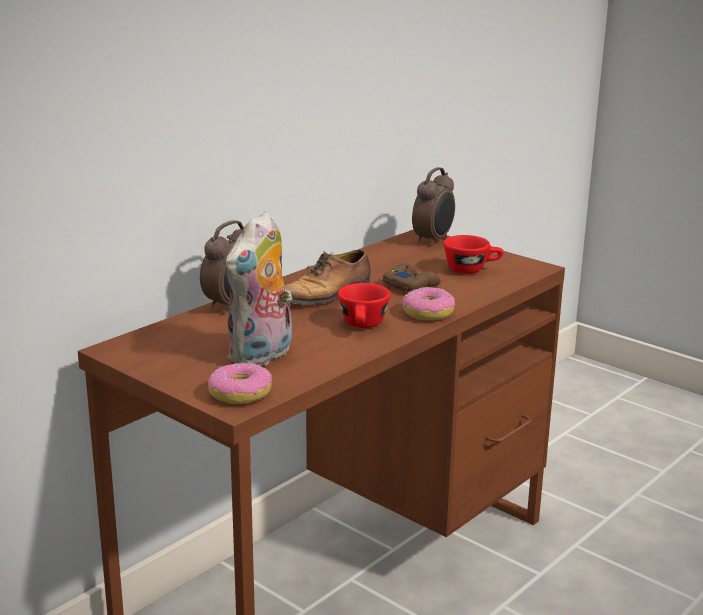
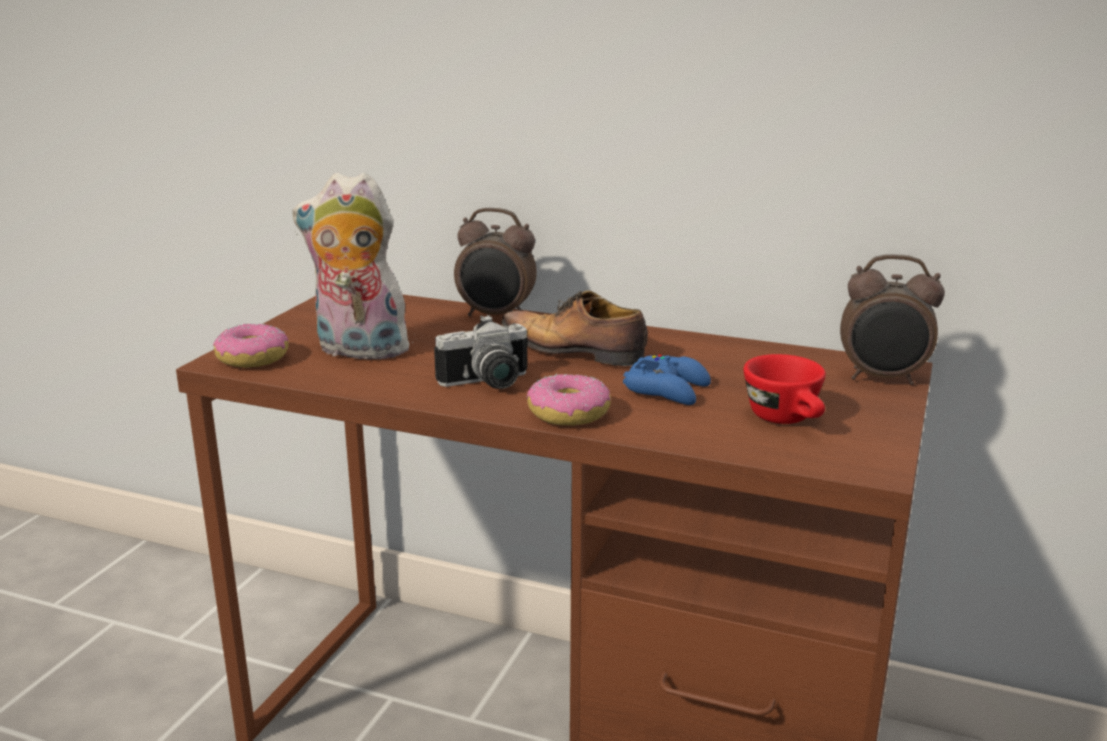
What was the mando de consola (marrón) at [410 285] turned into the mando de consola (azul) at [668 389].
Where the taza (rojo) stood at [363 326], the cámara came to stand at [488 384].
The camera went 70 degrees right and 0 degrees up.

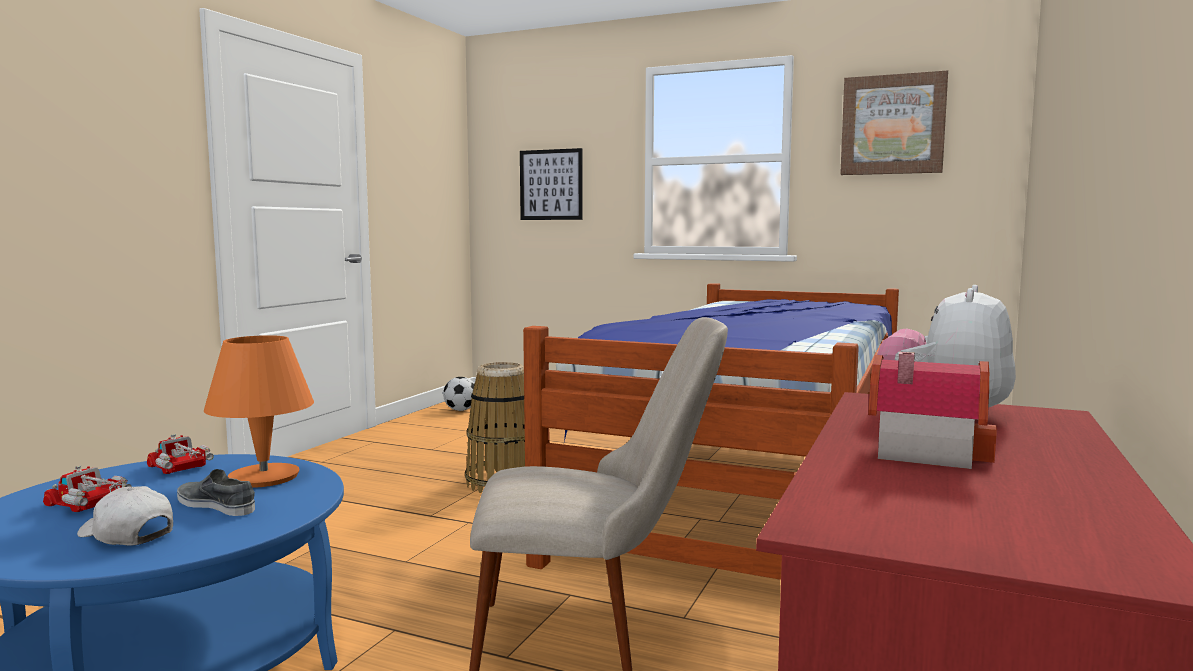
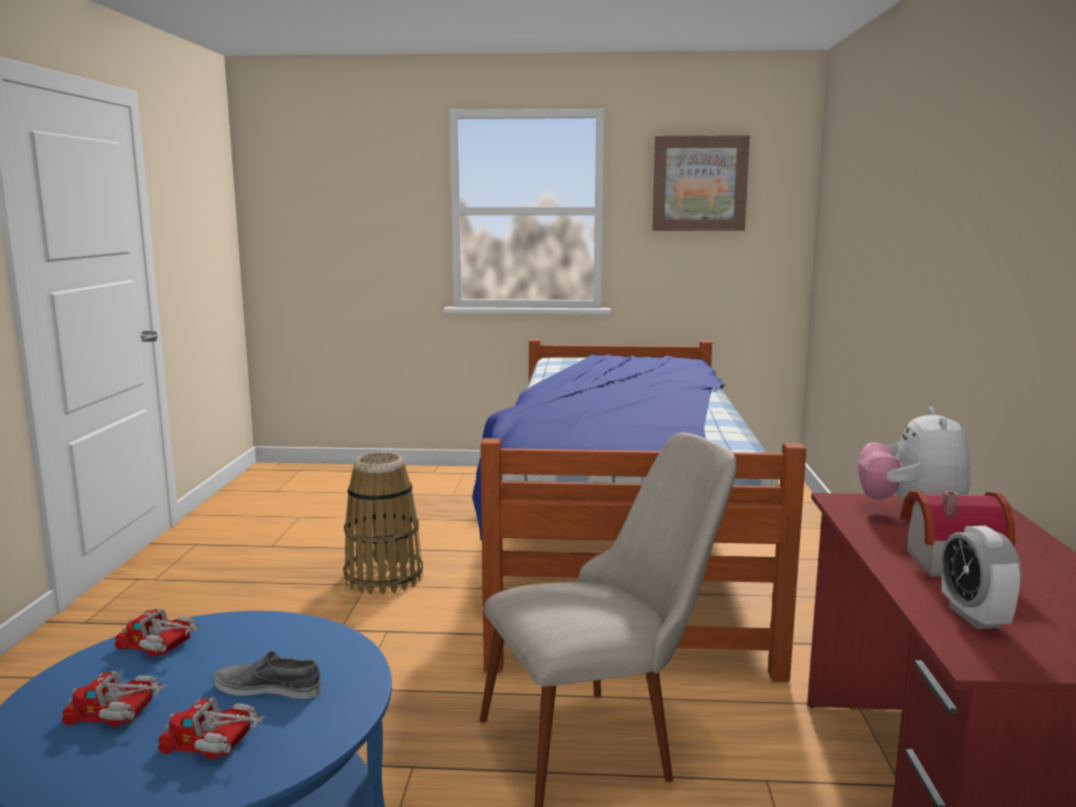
The second view lost the cuadro at [551 185].
The second view lost the lámpara de mesa (naranja) at [263 477].
The second view lost the balón de fútbol at [460 410].
Where the gorra (blanco) stood at [127 534], the camión de juguete came to stand at [217 743].
The second view gained the despertador at [974 617].
The camera went 20 degrees left and 5 degrees up.

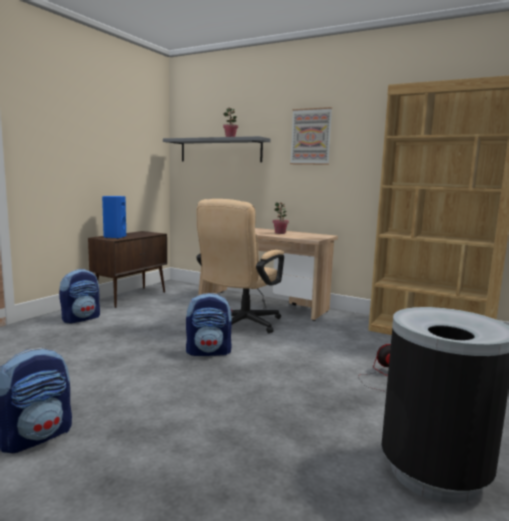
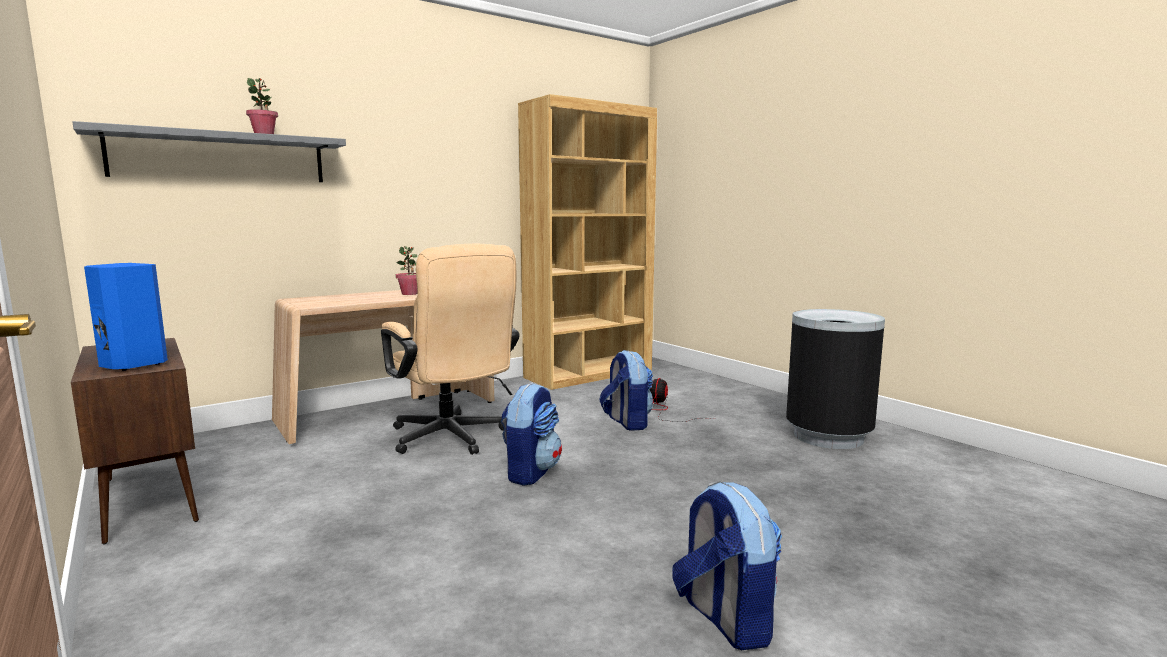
The second view lost the cuadro at [311 136].
The mochila ended up elsewhere, having gone from [81 318] to [626 422].
The camera went 65 degrees left and 0 degrees up.

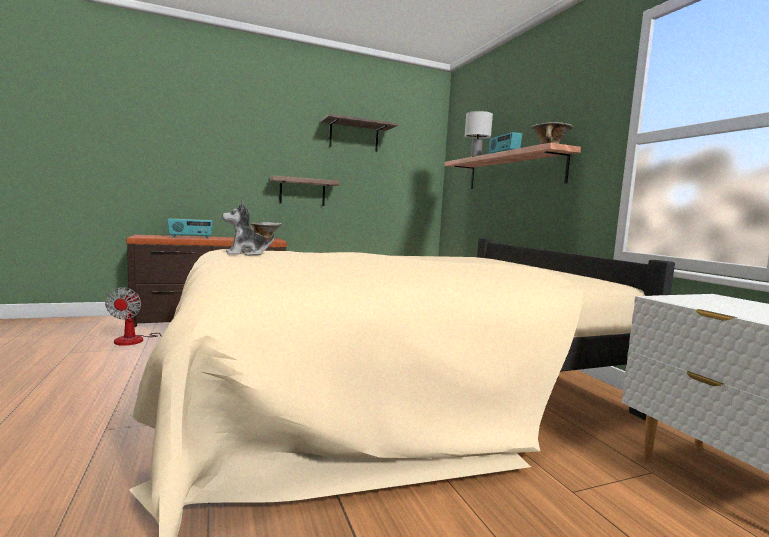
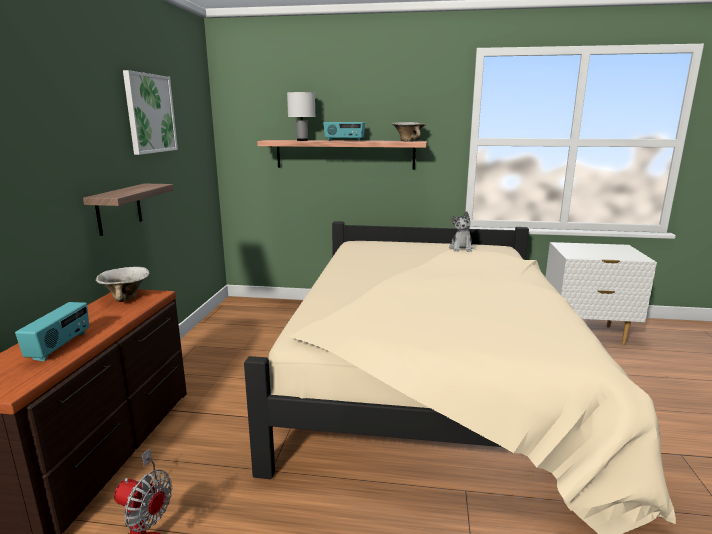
Where the estante hung at [354 136], the cuadro came to hang at [150 113].
The peluche ended up elsewhere, having gone from [246 254] to [461 248].
The camera went 60 degrees left and 10 degrees up.

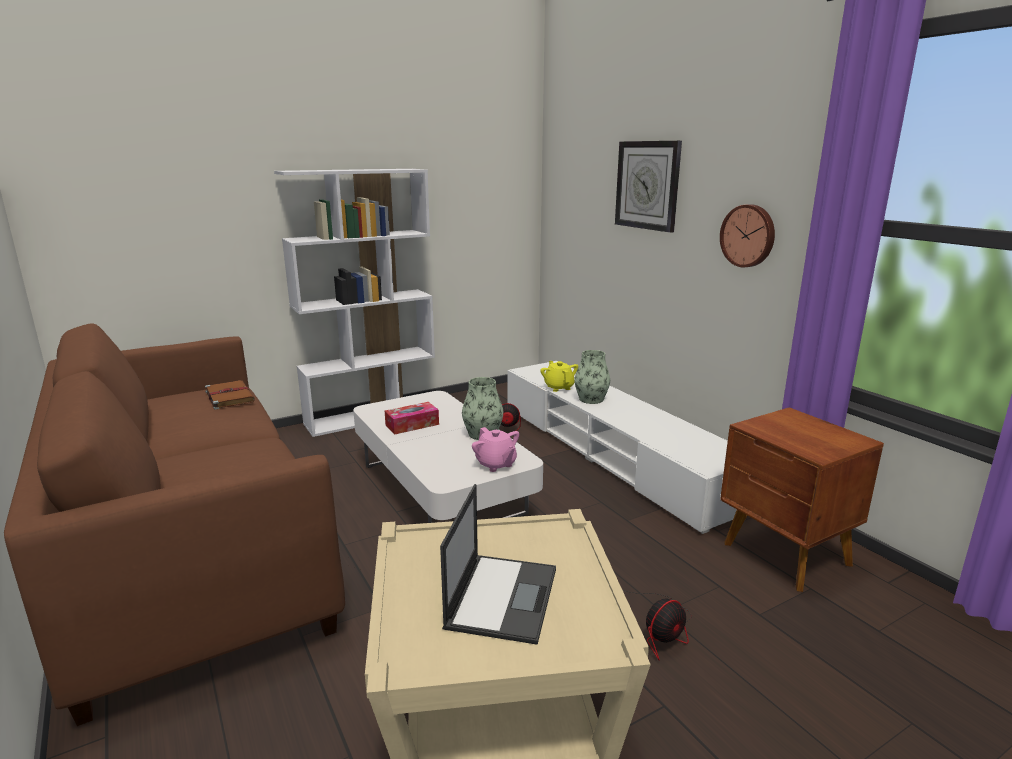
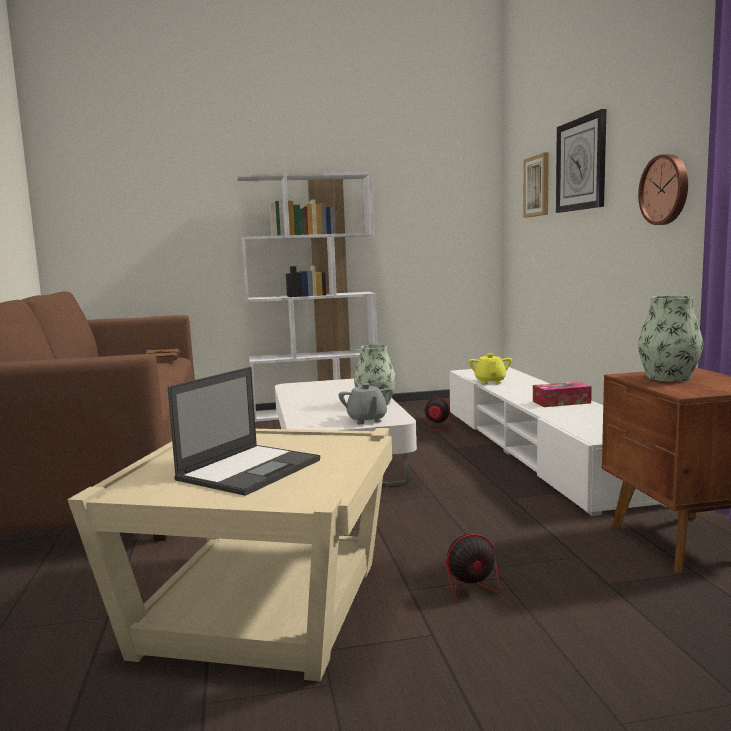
The florero ended up elsewhere, having gone from [591 399] to [668 377].
The caja de pañuelos ended up elsewhere, having gone from [412 425] to [561 402].
What was the tetera (rosa) at [496 464] turned into the tetera (gris) at [367 420].
The second view gained the cuadro at [537 186].
The camera went 20 degrees right and 10 degrees down.

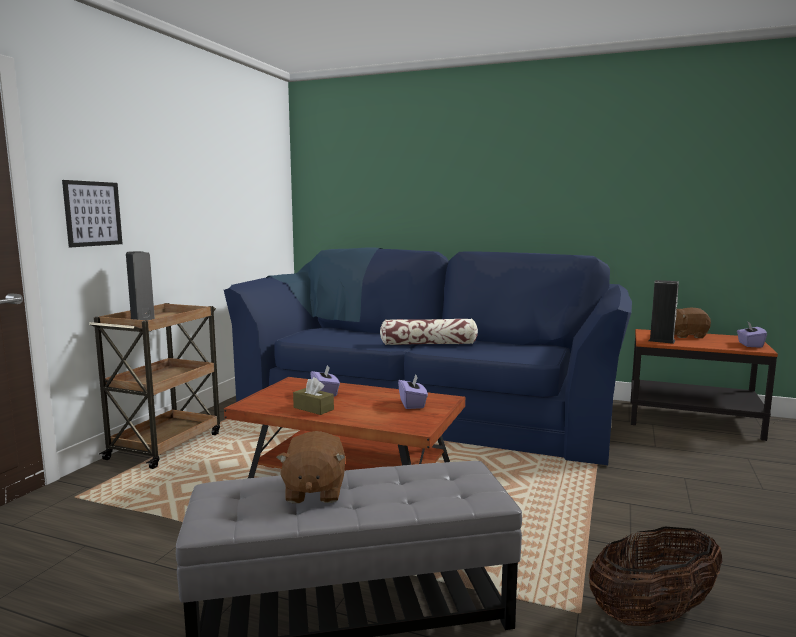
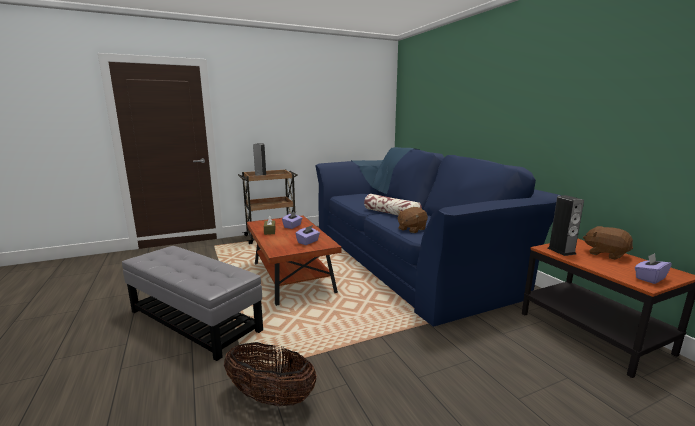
The second view lost the cuadro at [93 213].
The peluche (marrón) ended up elsewhere, having gone from [314 491] to [411 229].
The camera went 45 degrees right and 5 degrees up.

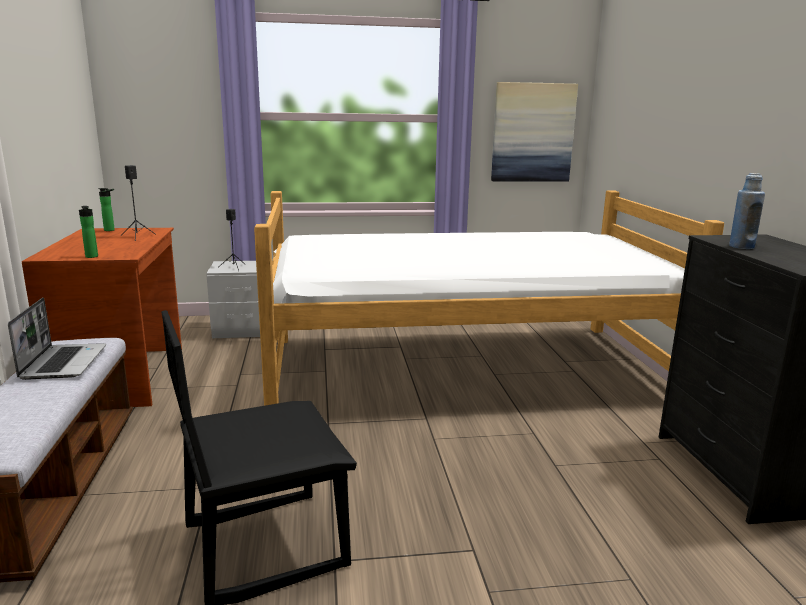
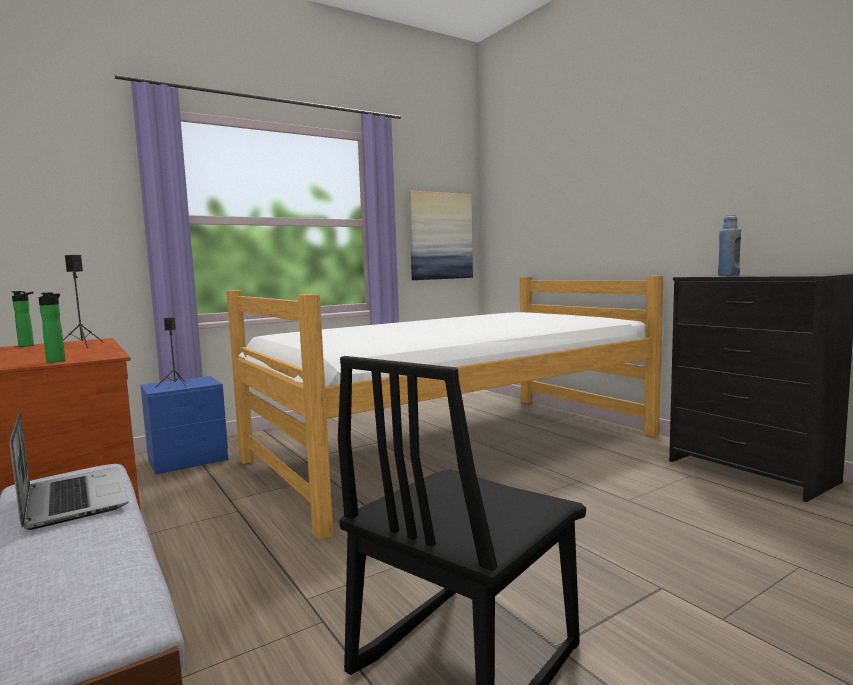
What was the mesita de noche (gris) at [244 330] turned into the mesita de noche (azul) at [188 460].
The camera went 25 degrees left and 10 degrees down.

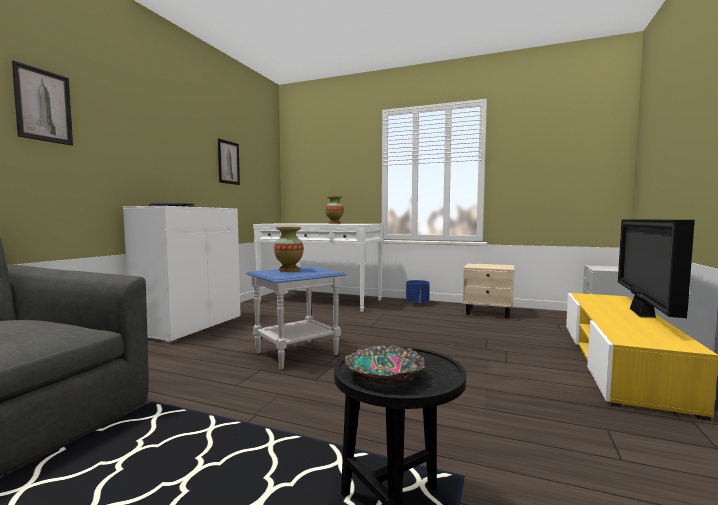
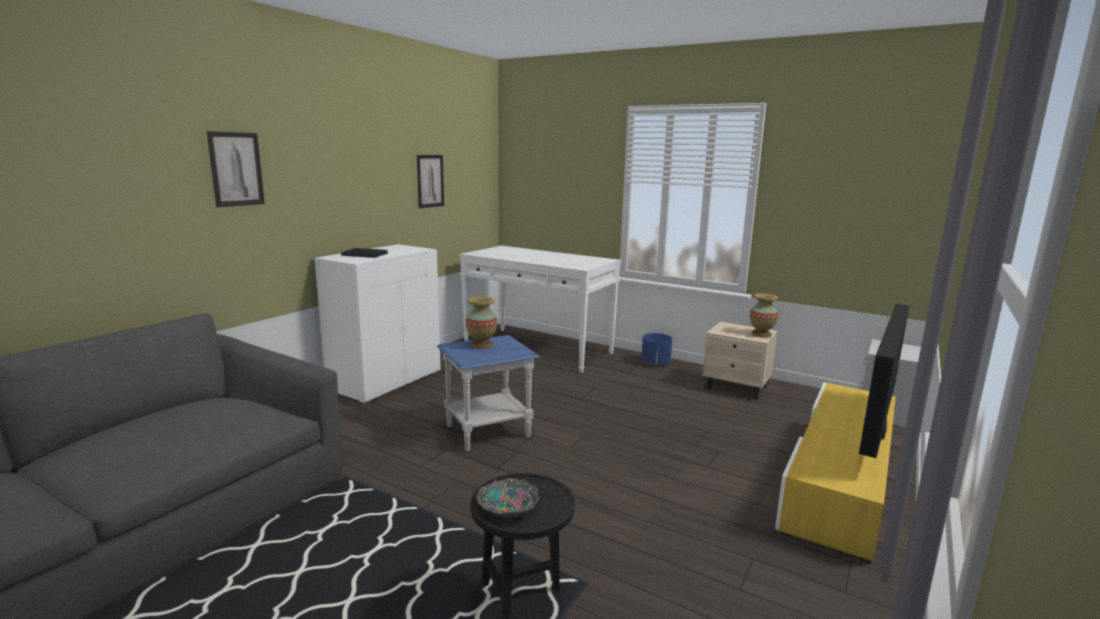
The florero ended up elsewhere, having gone from [334 223] to [761 334].
The camera went 10 degrees right and 10 degrees up.

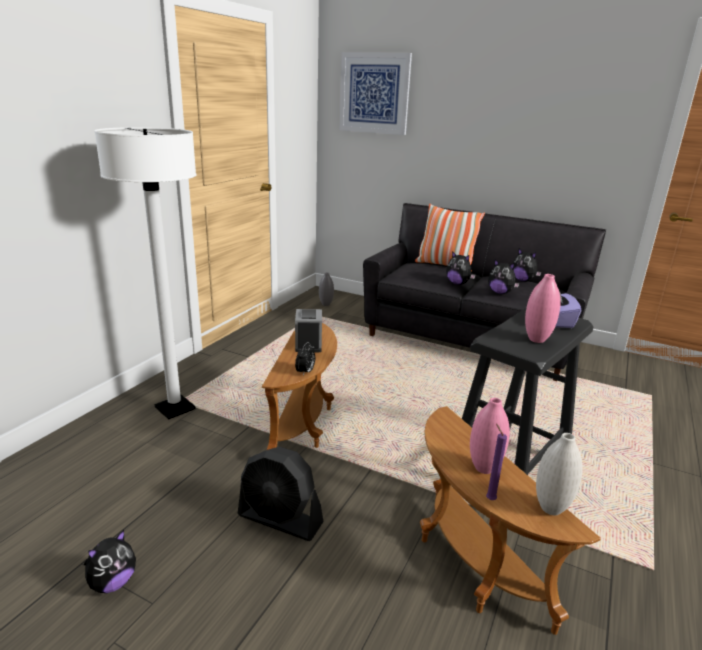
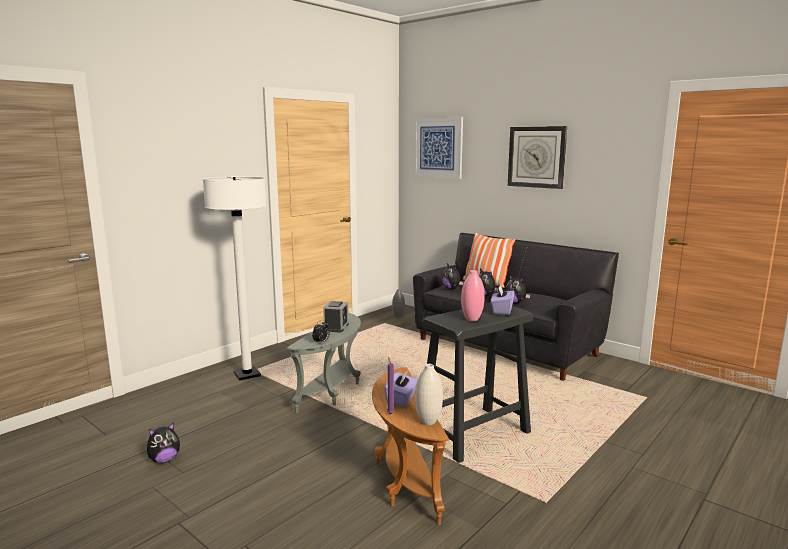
The peluche ended up elsewhere, having gone from [523 280] to [452 289].
What was the mesa auxiliar (marrón) at [304 425] turned into the mesa auxiliar (gris) at [333 392].
Where the florero (rosa) stood at [484 468], the caja de pañuelos (morado) came to stand at [401 399].
The second view lost the ventilador (negro) at [280 519].
The second view gained the reloj de pared at [537 157].
The camera went 15 degrees right and 10 degrees down.

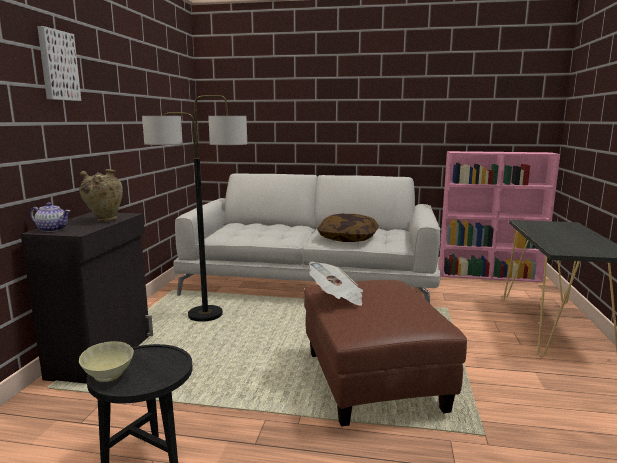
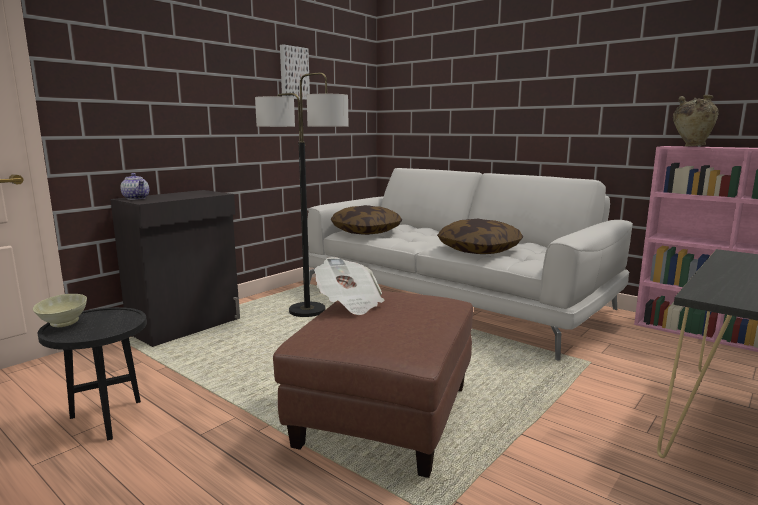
The cuadro ended up elsewhere, having gone from [57 65] to [293 73].
The florero (beis) ended up elsewhere, having gone from [104 220] to [691 146].
The second view gained the cojín at [366 231].
The camera went 30 degrees right and 0 degrees up.

